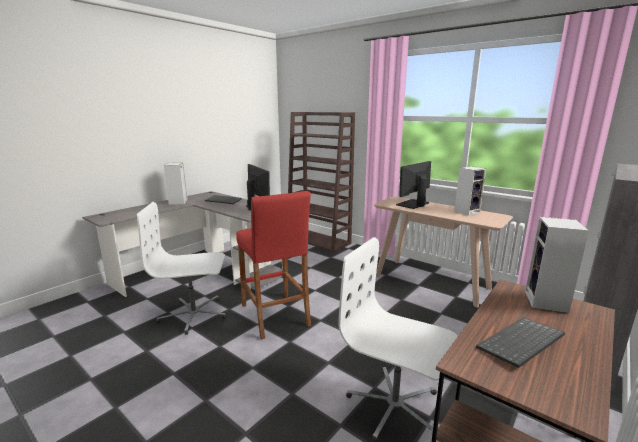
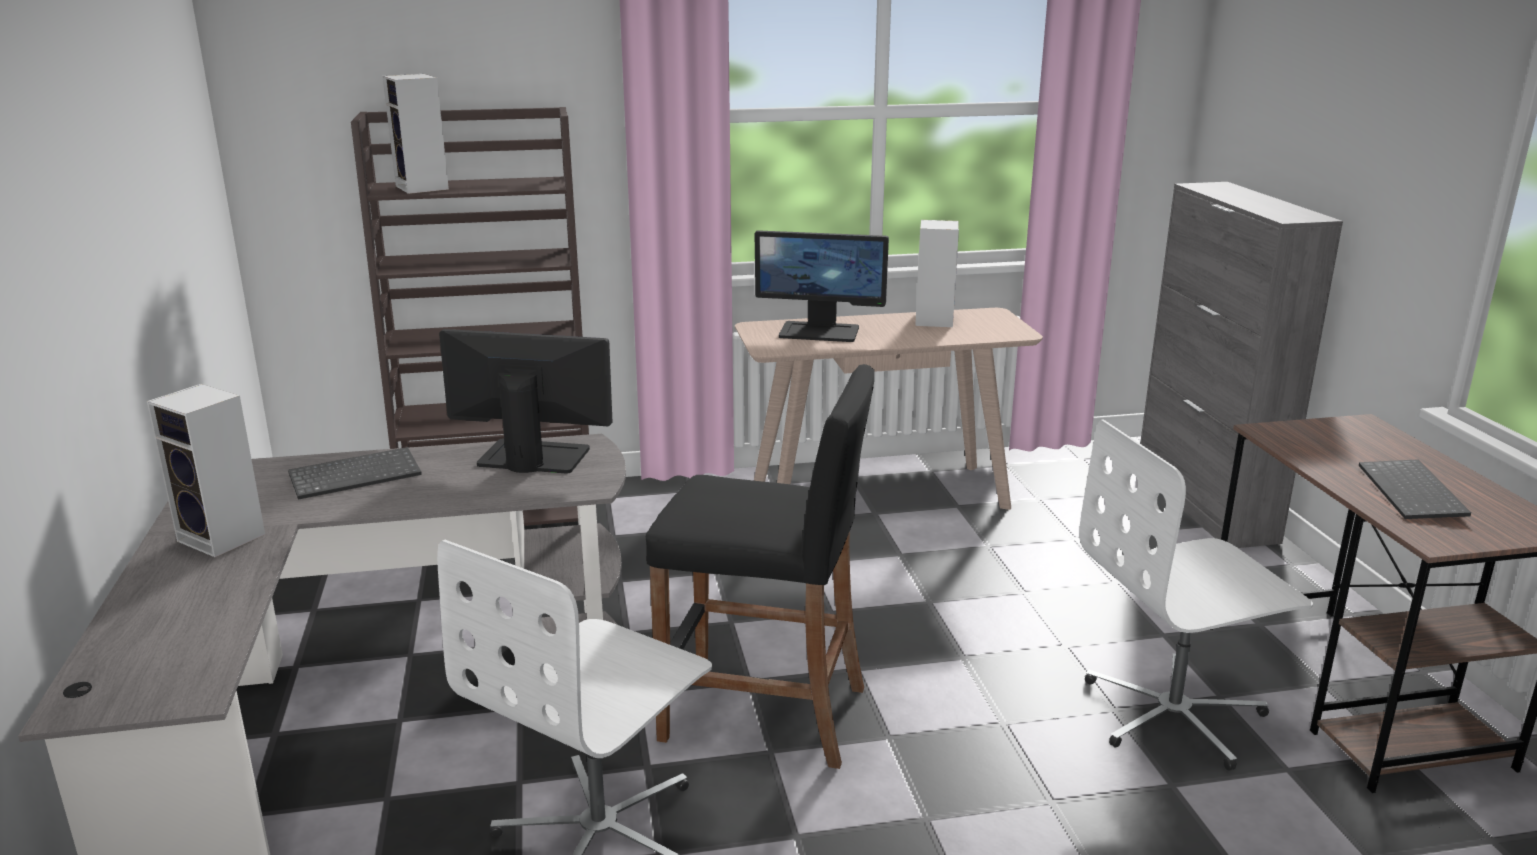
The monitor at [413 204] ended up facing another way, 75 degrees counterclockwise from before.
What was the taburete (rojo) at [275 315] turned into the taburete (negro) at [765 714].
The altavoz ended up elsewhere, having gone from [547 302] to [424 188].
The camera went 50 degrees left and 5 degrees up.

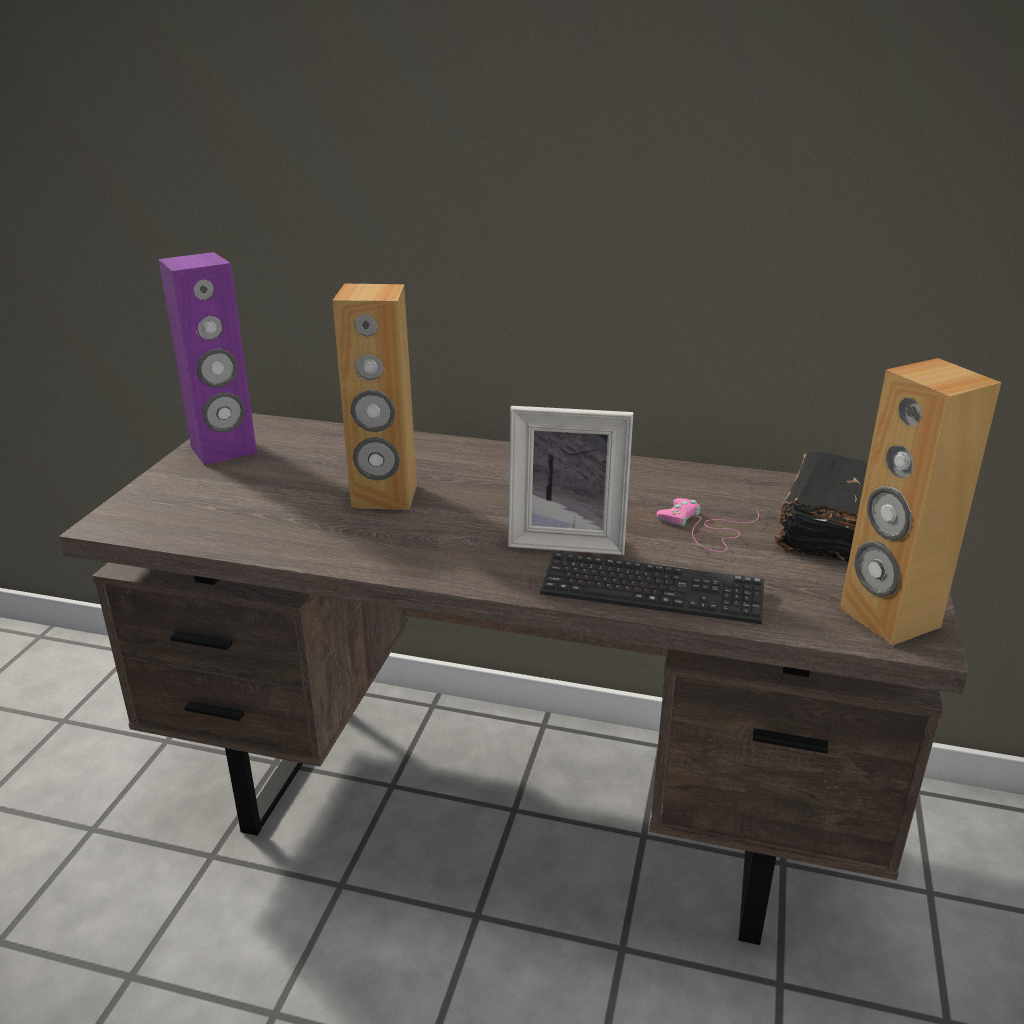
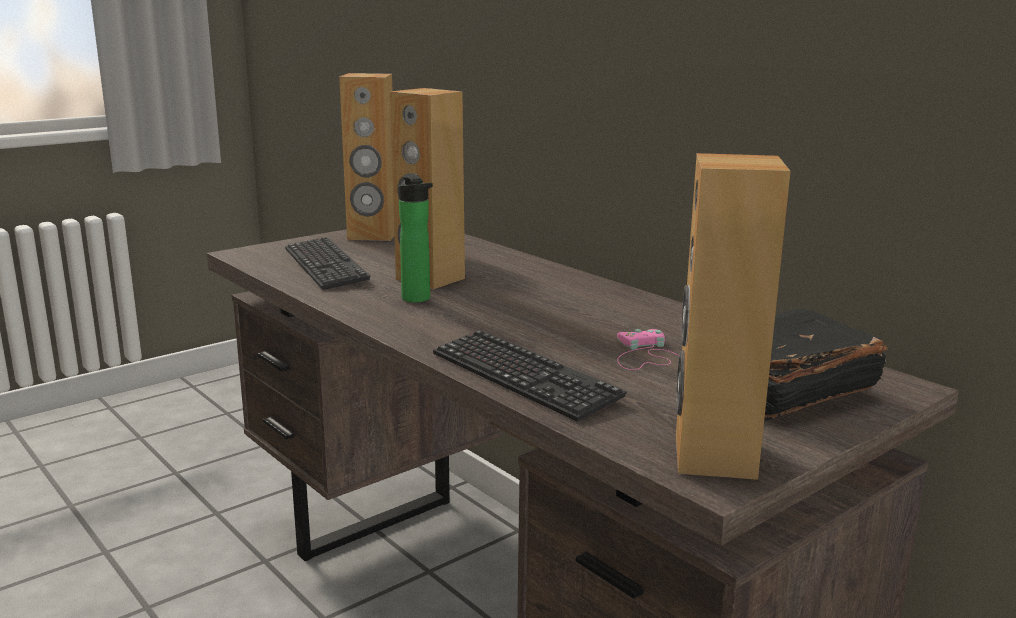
What was the altavoz (morado) at [224 450] turned into the altavoz (marrón) at [372 235].
The second view lost the portarretratos at [567 539].
The second view gained the botella at [418 299].
The second view gained the teclado at [325 266].
The camera went 35 degrees right and 10 degrees down.

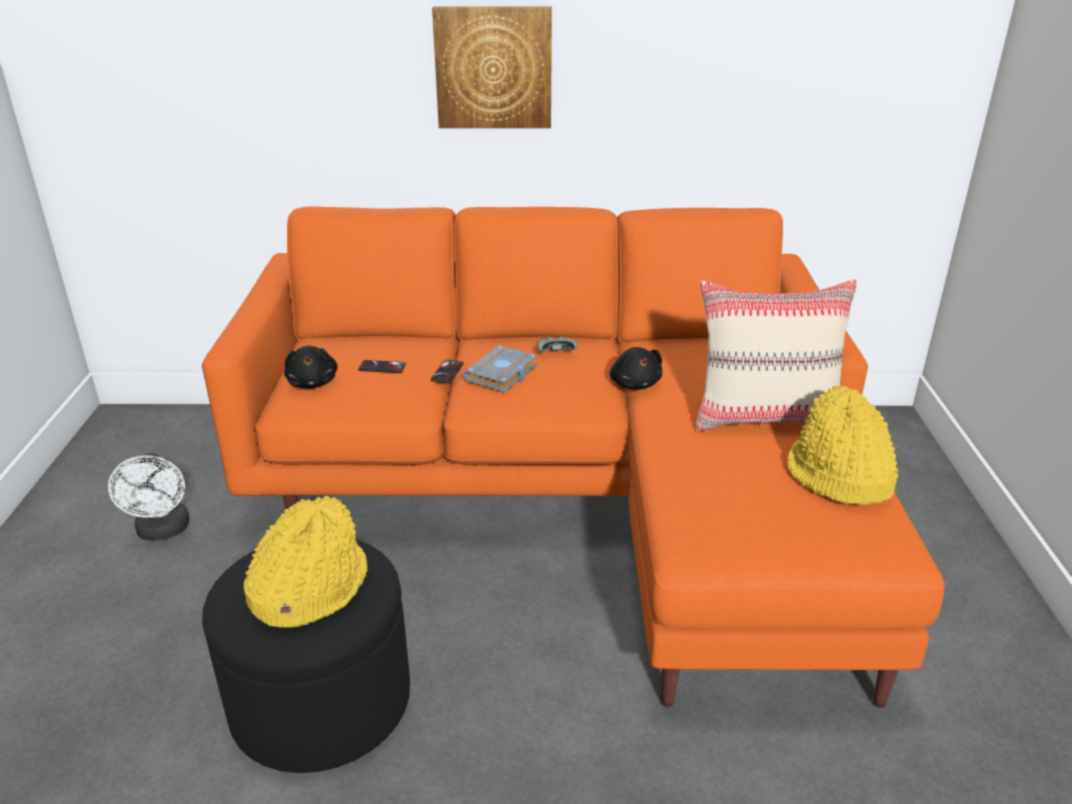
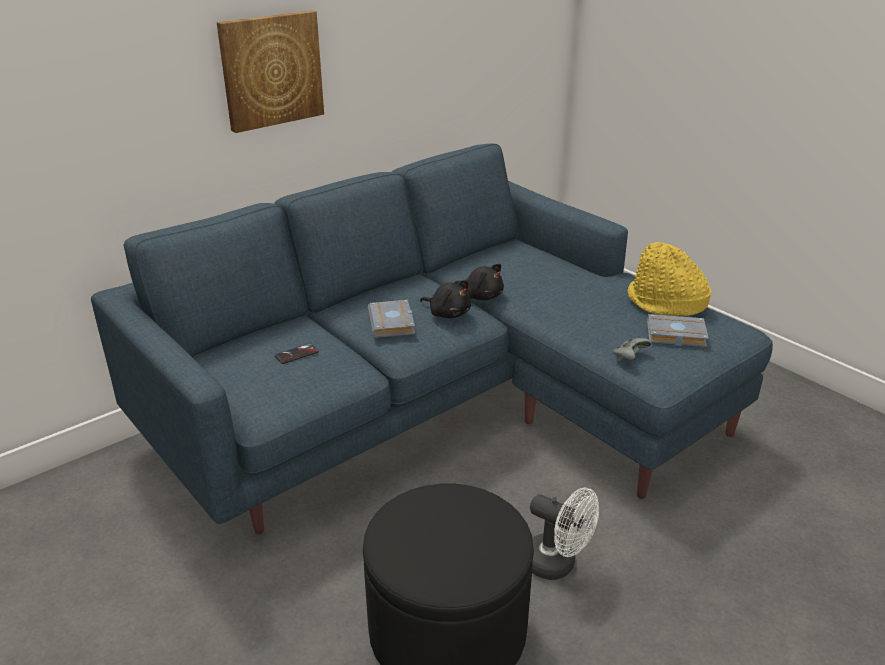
What was the sofá (naranja) at [575 500] turned into the sofá (azul) at [440 407].
The second view lost the cojín (beis) at [766 417].
The mando de consola (gris) ended up elsewhere, having gone from [556 354] to [630 357].
The peluche (negro) ended up elsewhere, having gone from [313 382] to [448 313].
The second view lost the móvil at [447 372].
The ventilador (blanco) ended up elsewhere, having gone from [163 531] to [557 564].
The second view lost the sombrero (amarillo) at [308 588].
The second view gained the libro (gris) at [674 335].
The camera went 40 degrees left and 0 degrees up.

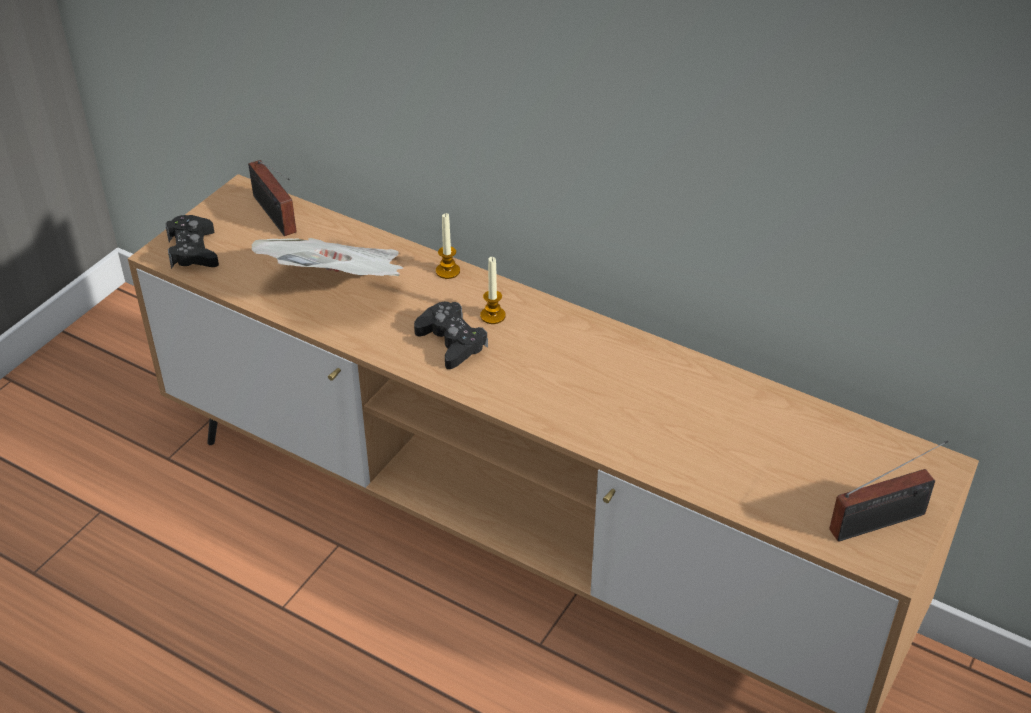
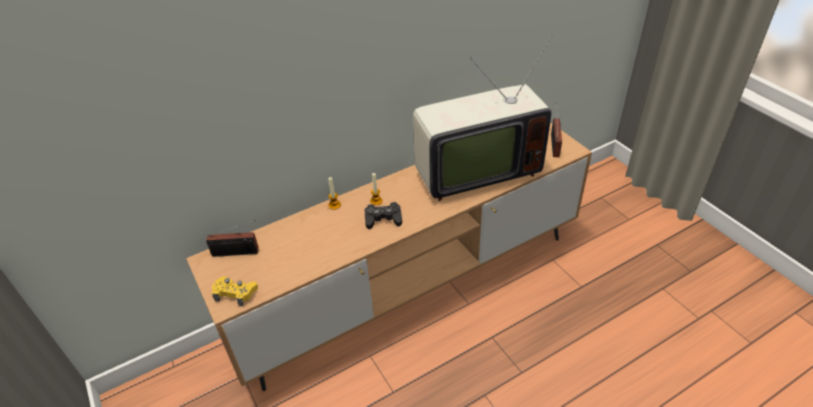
What was the mando de consola (negro) at [193 251] turned into the mando de consola (amarillo) at [235 293].
The second view lost the periódico at [339 287].
The second view gained the televisor at [473 171].
The camera went 60 degrees left and 0 degrees up.

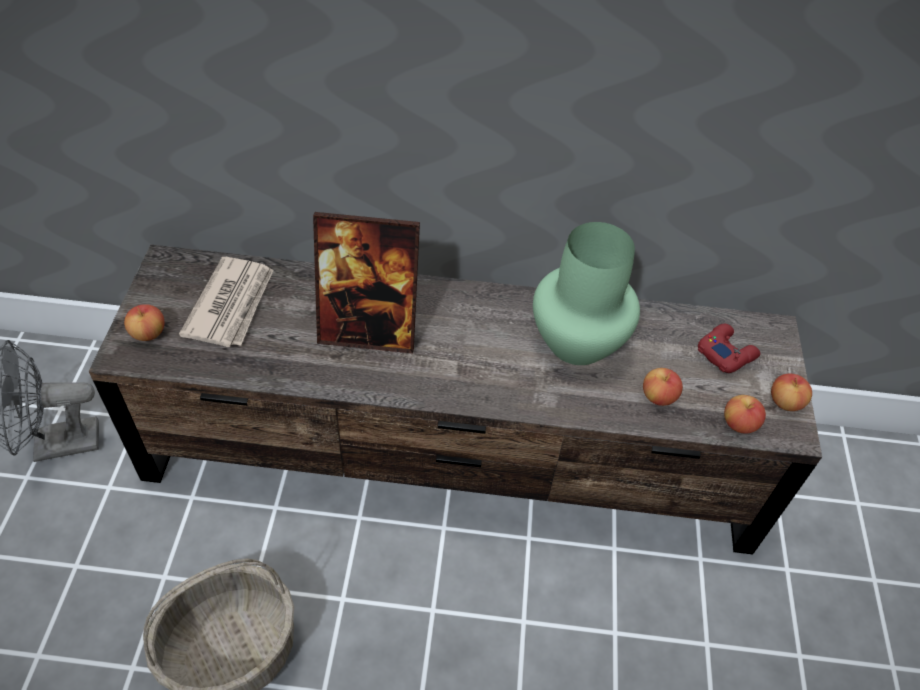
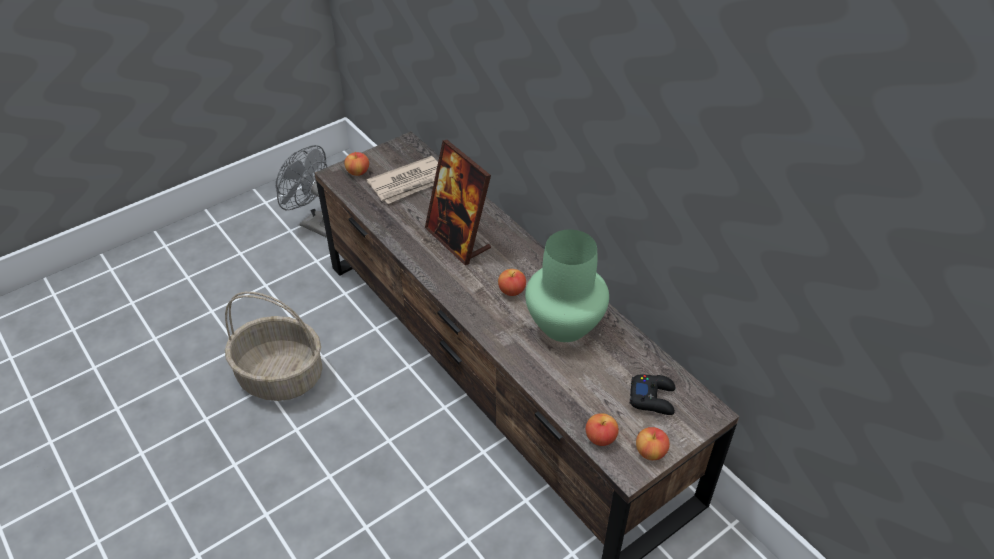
What was the mando de consola (rojo) at [726 352] turned into the mando de consola (negro) at [652 398].
The manzana ended up elsewhere, having gone from [658 396] to [511 290].
The camera went 50 degrees right and 5 degrees down.

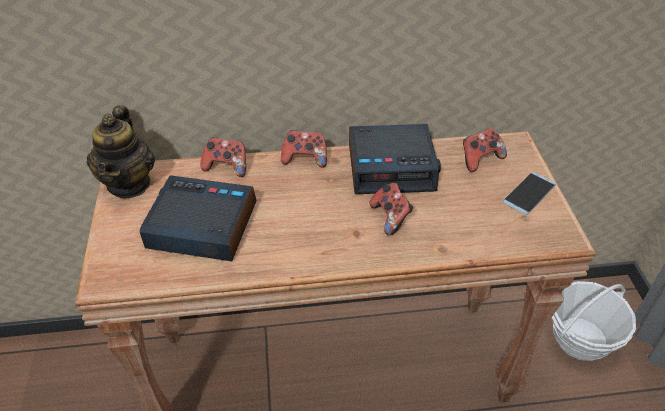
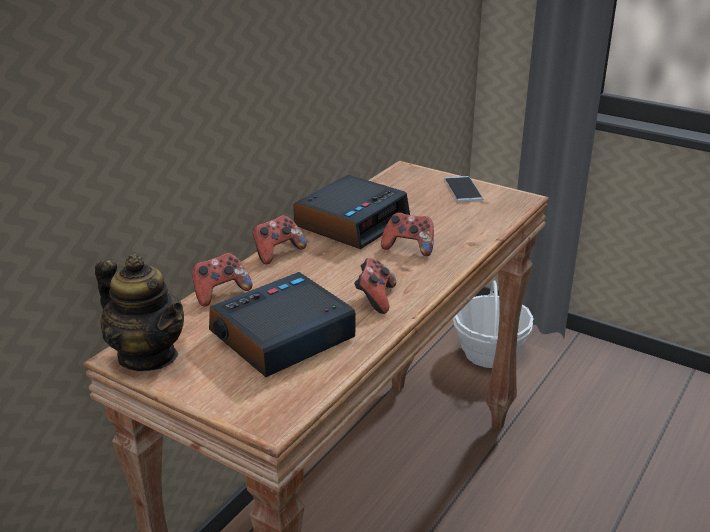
The mando de consola ended up elsewhere, having gone from [480 159] to [375 299].
The camera went 50 degrees left and 15 degrees down.

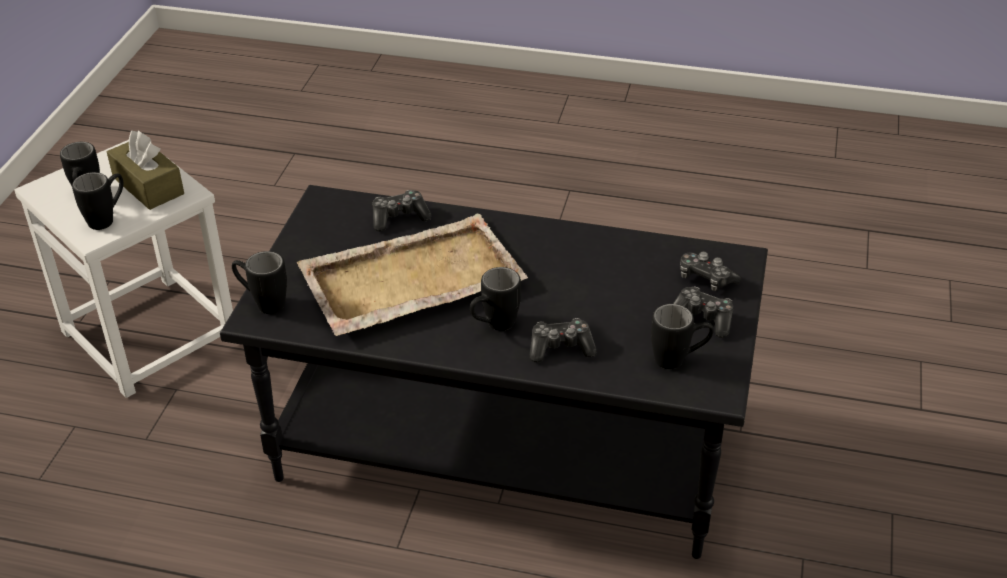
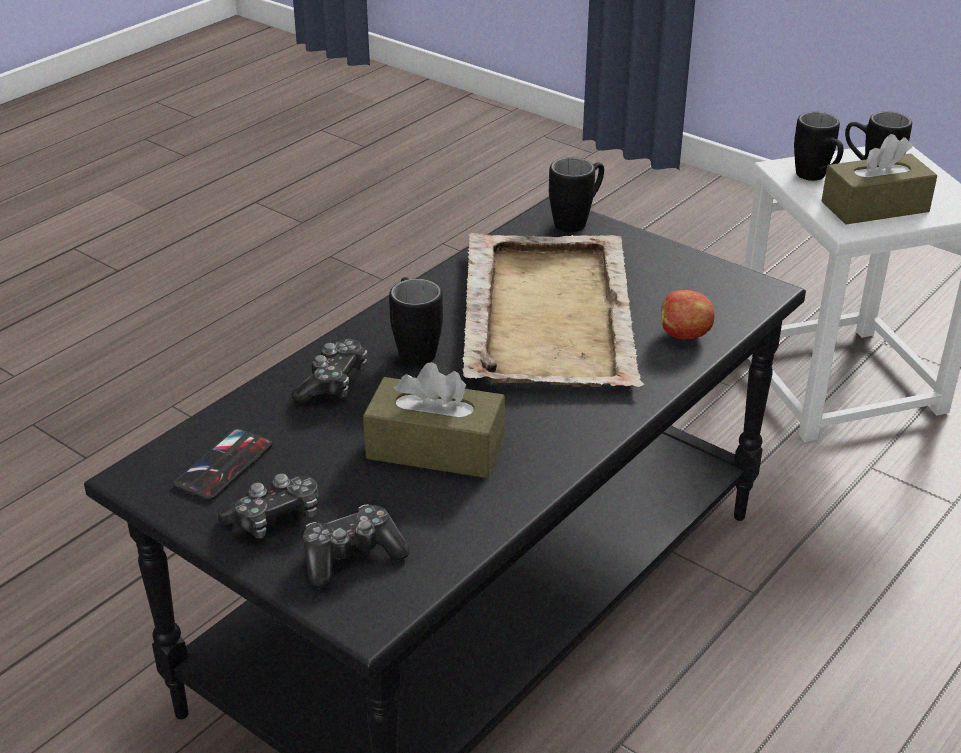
Where the mando de consola stood at [399 217], the manzana came to stand at [685 335].
Where the taza grande (negro) stood at [679 360], the móvil came to stand at [224 465].
The second view gained the caja de pañuelos (marrón) at [435 448].
The camera went 115 degrees right and 5 degrees down.

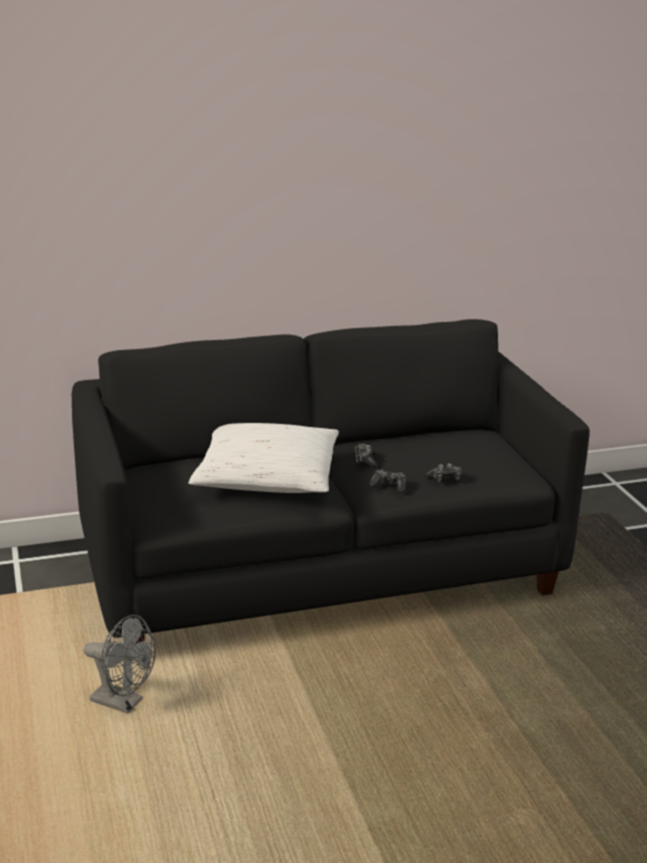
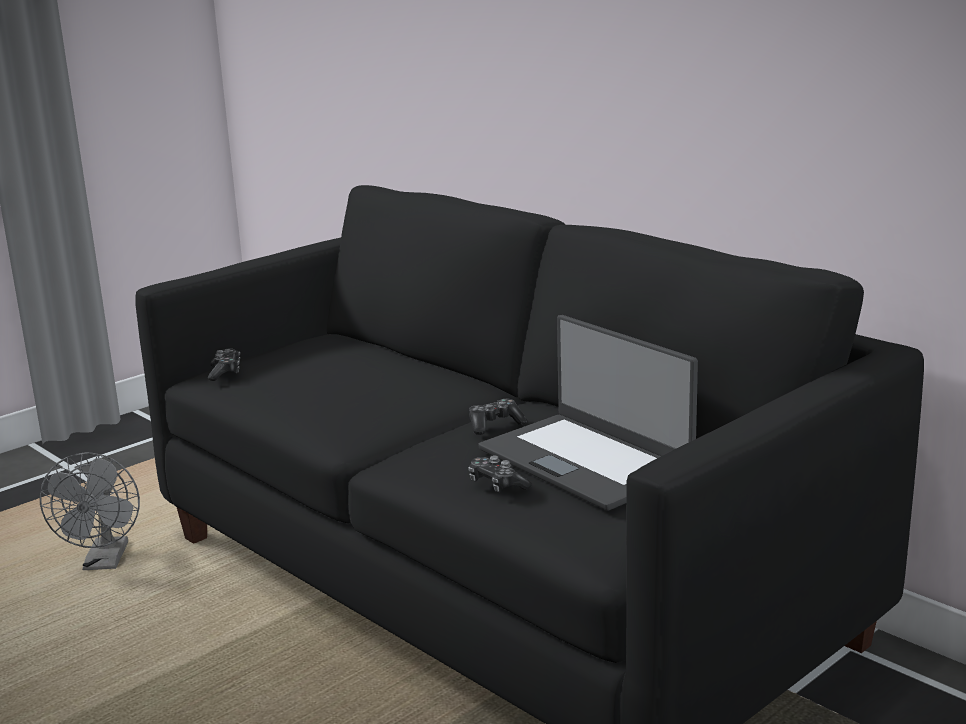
The second view lost the cojín (blanco) at [267 477].
The mando de consola ended up elsewhere, having gone from [388 485] to [225 372].
The second view gained the portátil at [586 460].
The camera went 65 degrees right and 5 degrees down.

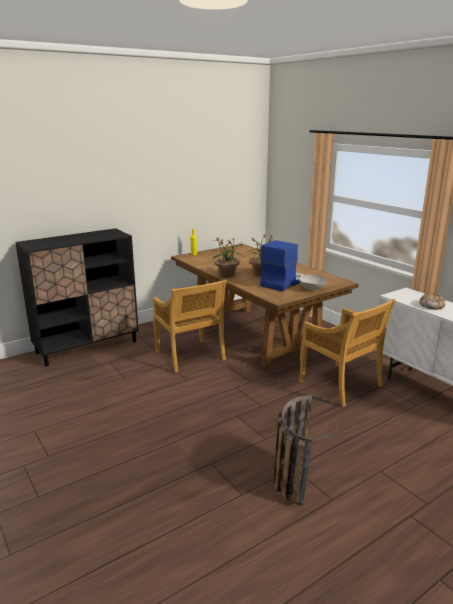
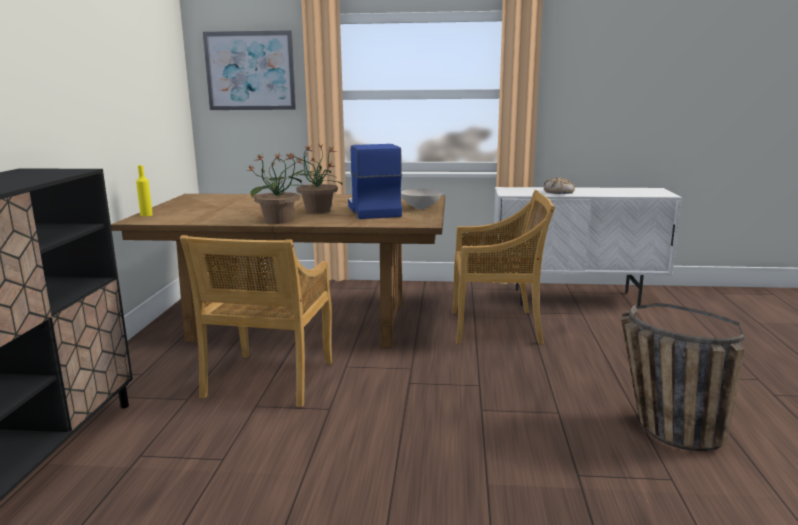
The silla (beis) at [190 356] ended up facing another way, 90 degrees clockwise from before.
The second view gained the cuadro at [250 71].
The camera went 50 degrees left and 5 degrees down.

